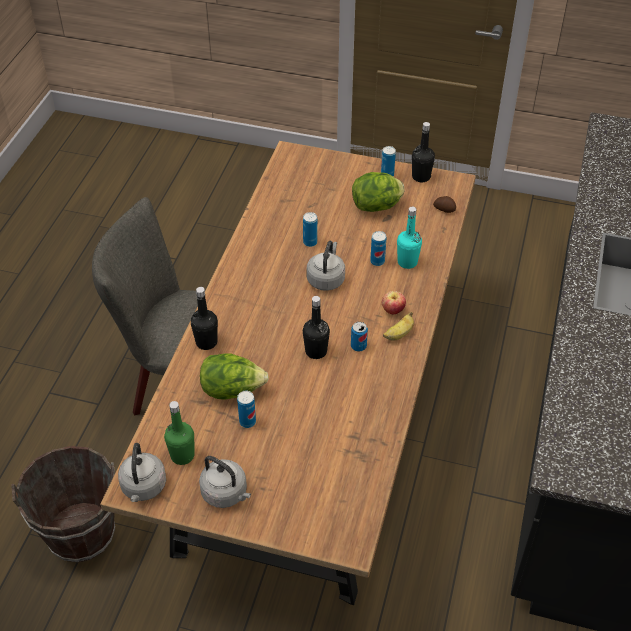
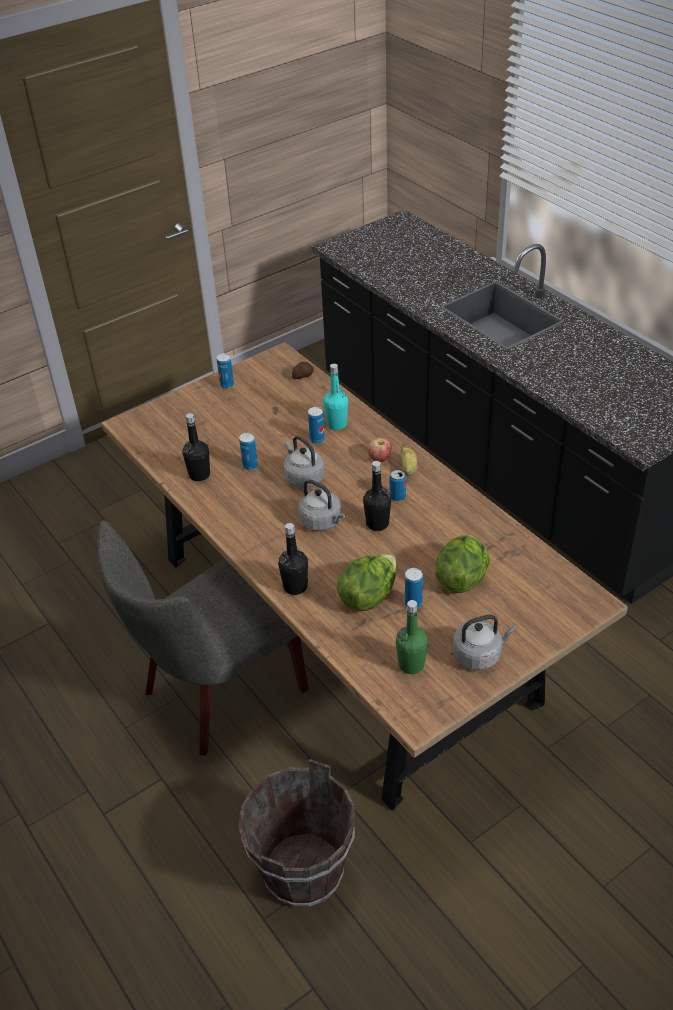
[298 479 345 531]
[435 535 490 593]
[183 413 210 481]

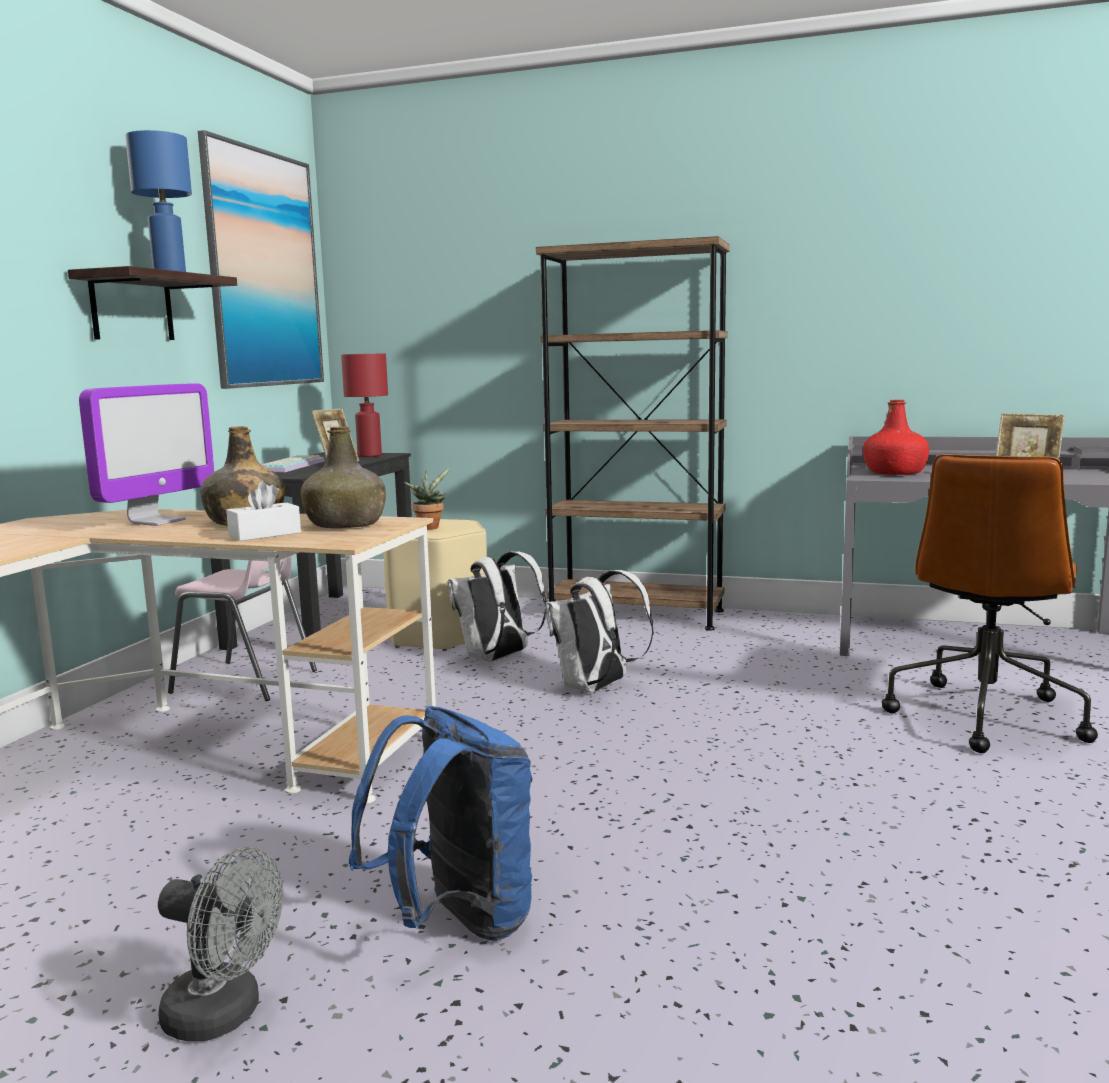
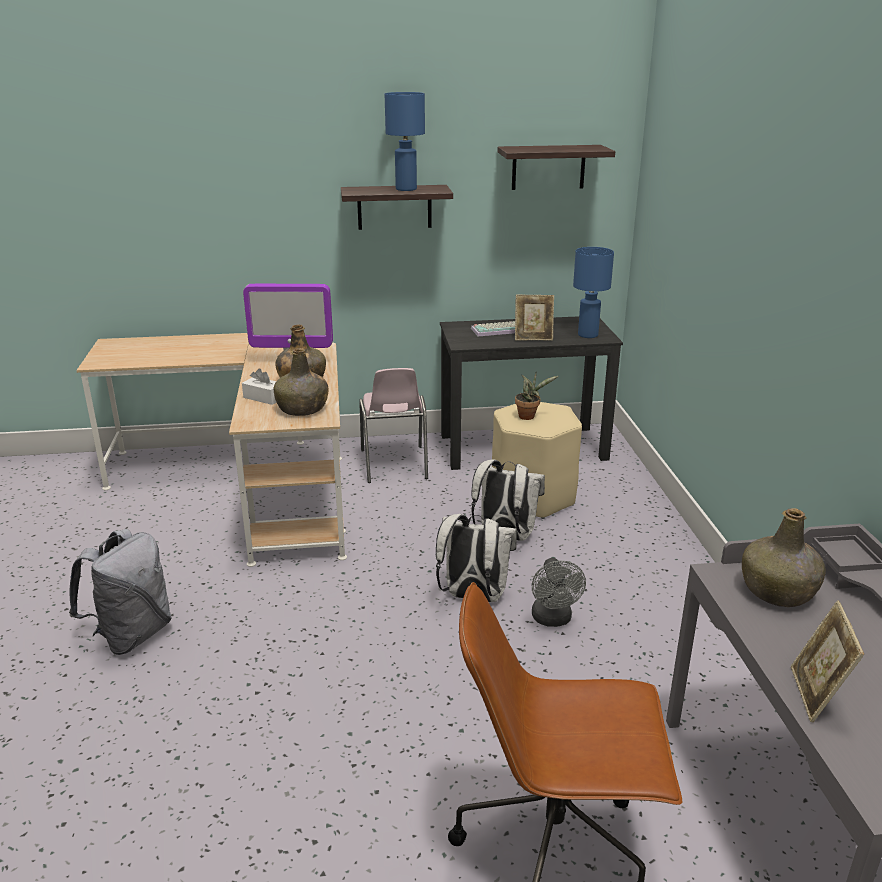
[532 558 586 627]
[497 145 615 190]
[573 247 614 338]
[69 529 172 655]
[536 236 730 631] (first image)
[742 508 826 607]

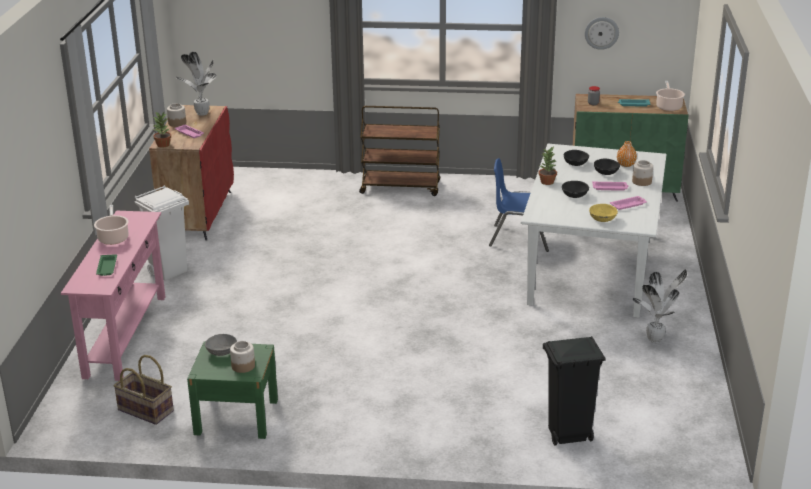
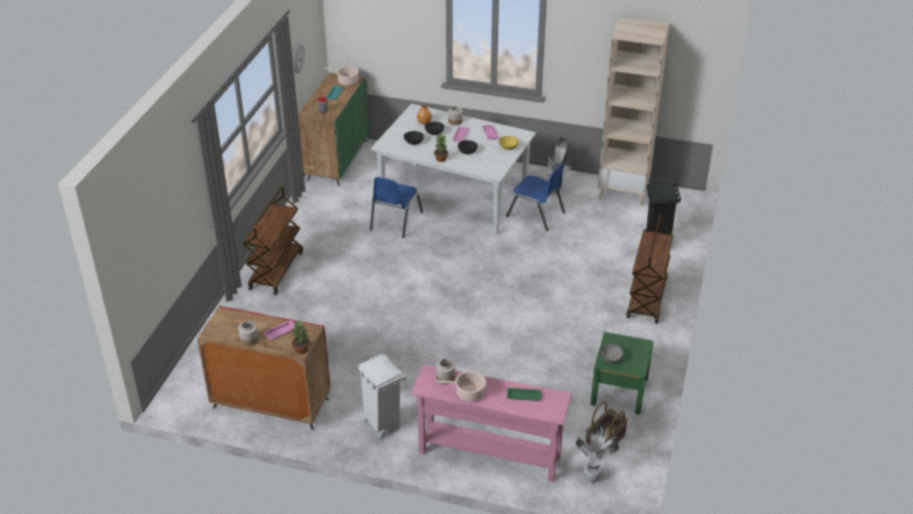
[576 425 619 483]
[436 359 455 385]
[506 163 565 231]
[598 17 670 206]
[627 214 673 323]

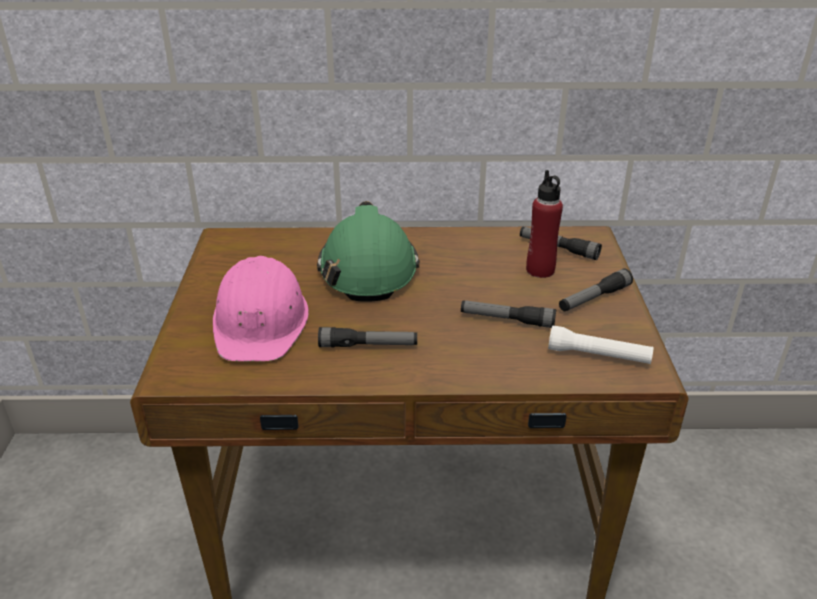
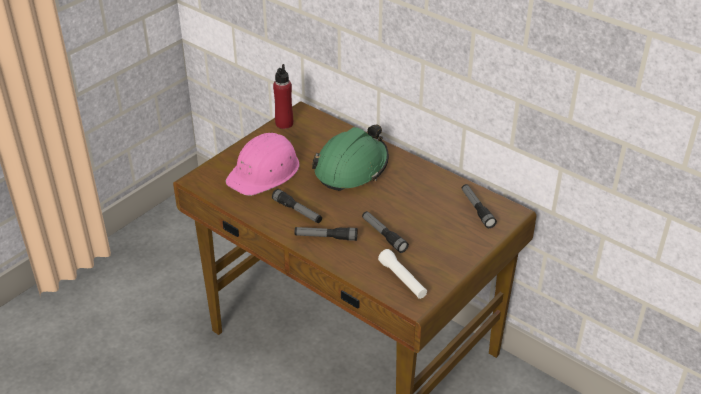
[273 64 293 129]
[295 227 358 241]

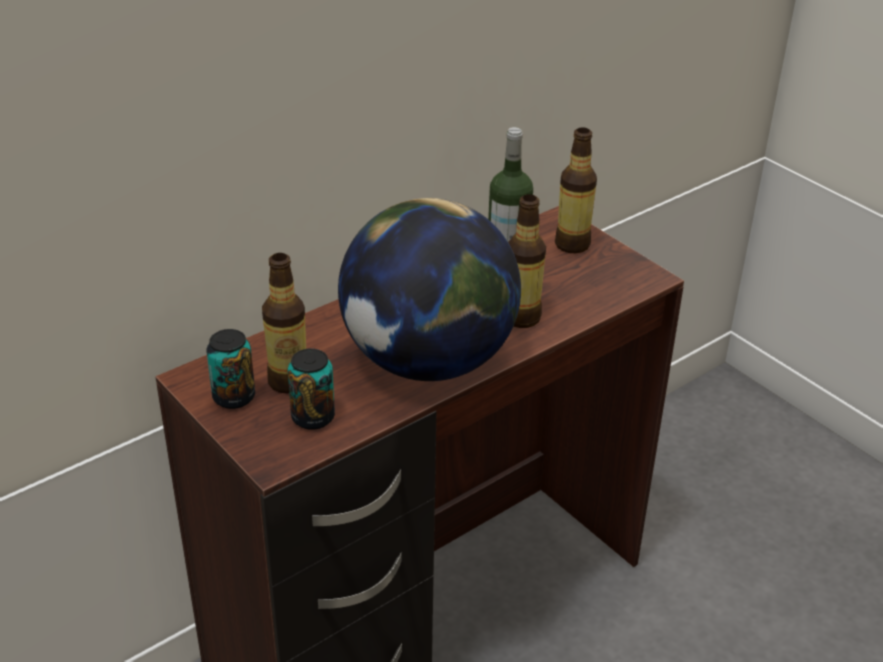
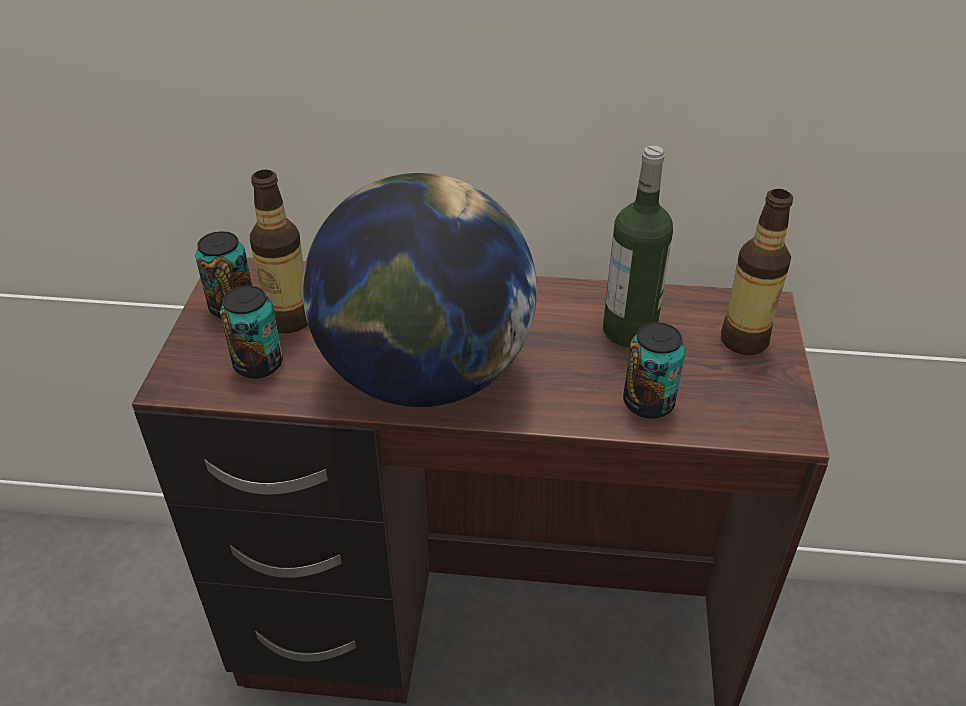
[508 194 546 328] (first image)
[623 322 686 419]

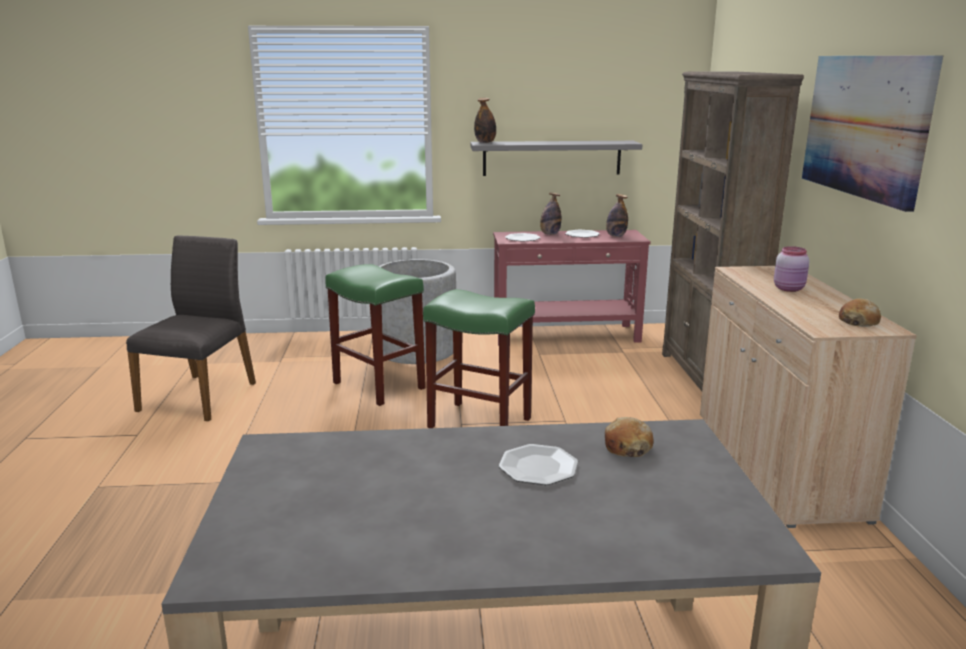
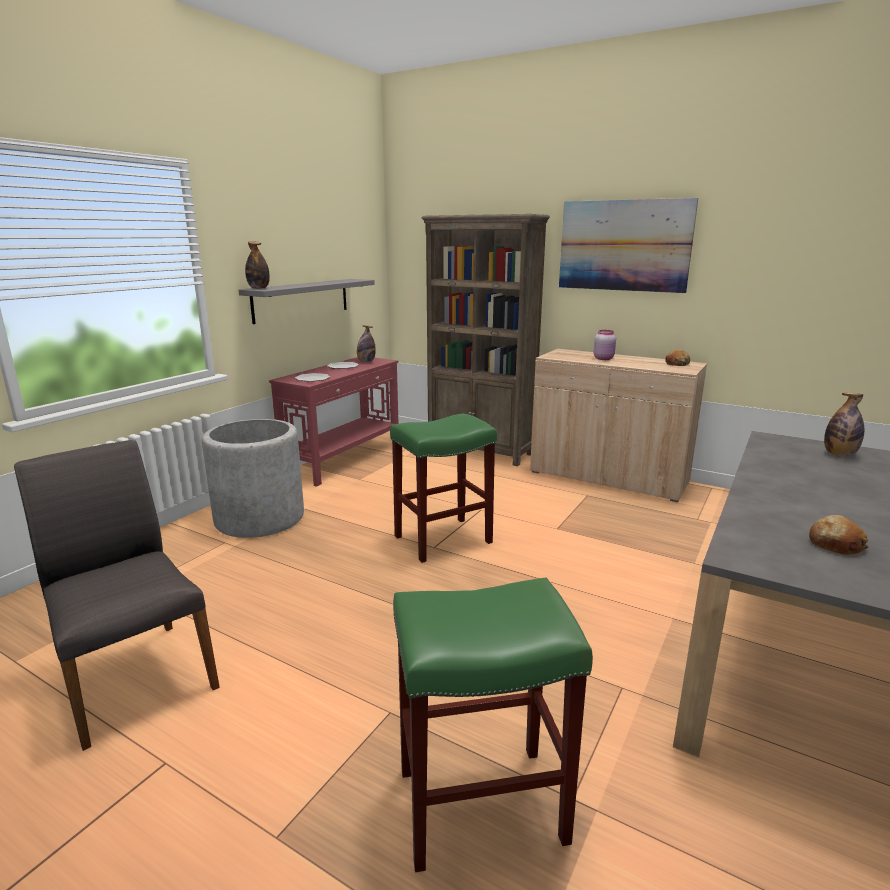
[393 577 593 872]
[499 444 578 485] (first image)
[824 393 864 456]
[809 515 869 555]

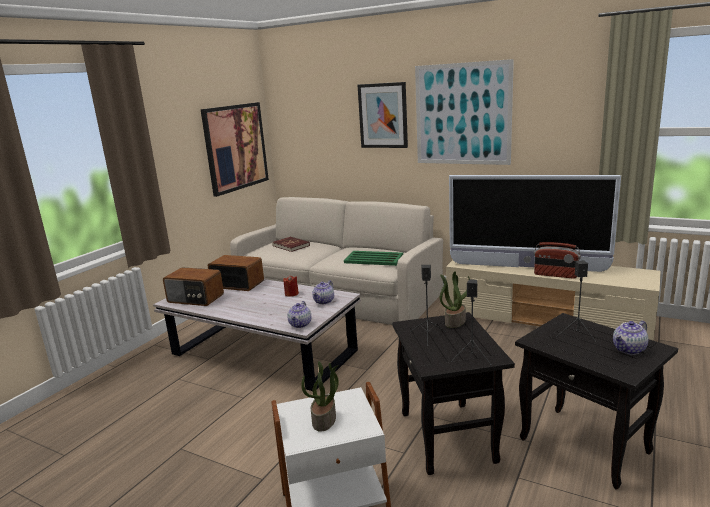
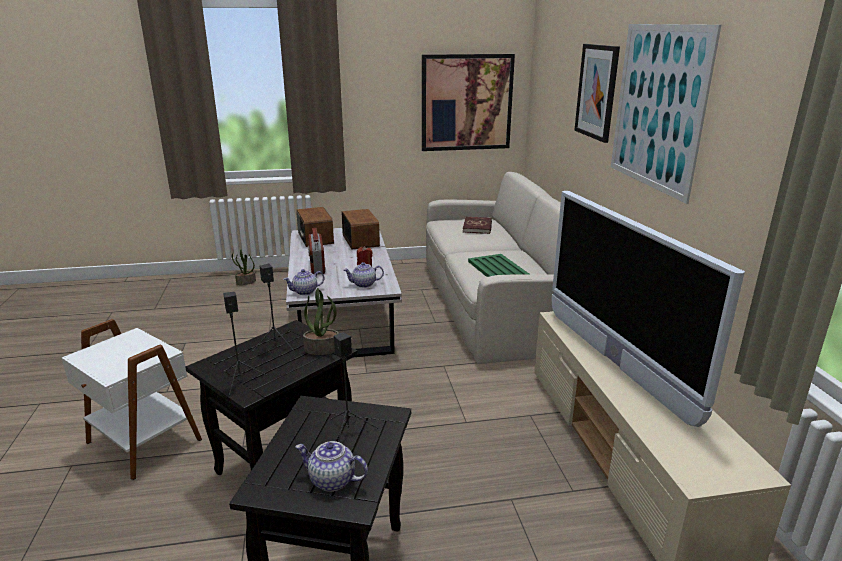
[232 249 256 285]
[308 228 325 275]

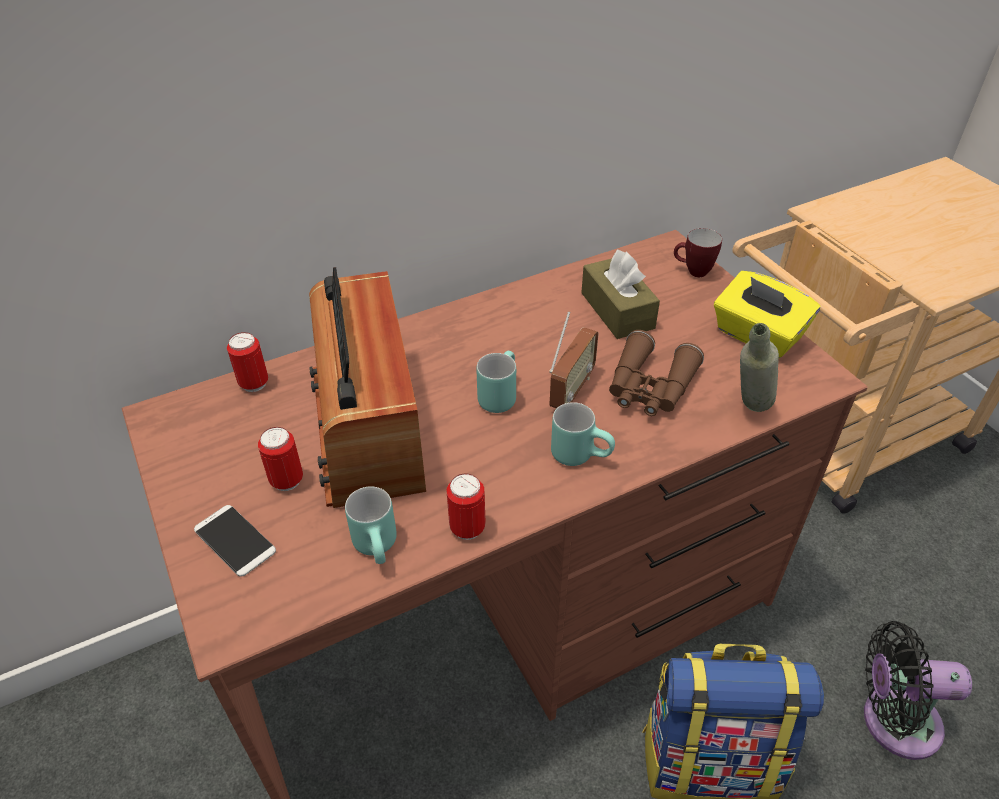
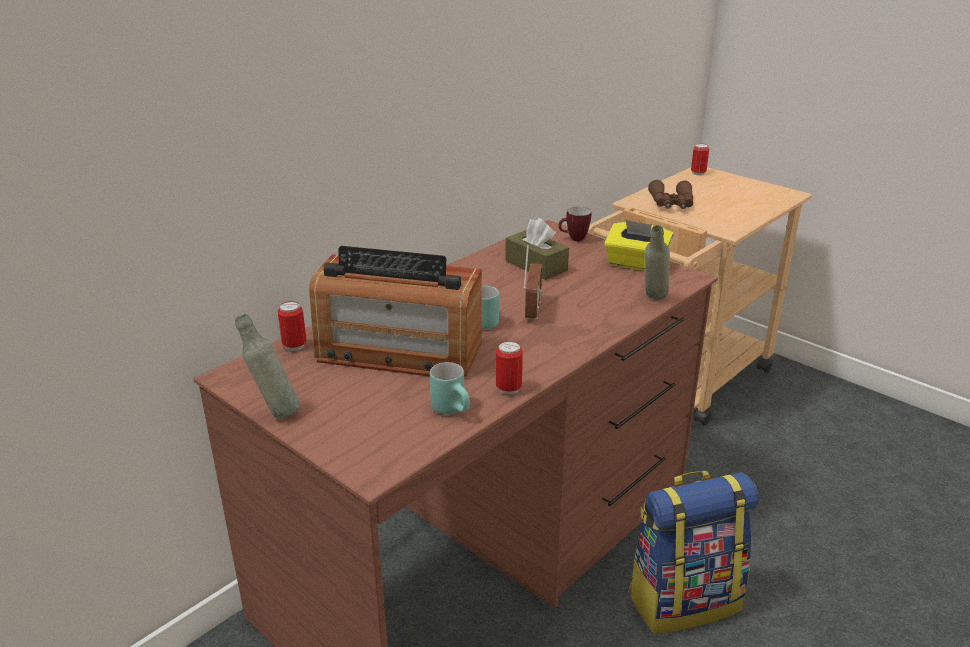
[194 505 276 577] (first image)
[691 143 709 176]
[309 246 482 376]
[551 402 615 466] (first image)
[648 180 693 209]
[864 621 972 760] (first image)
[235 314 300 419]

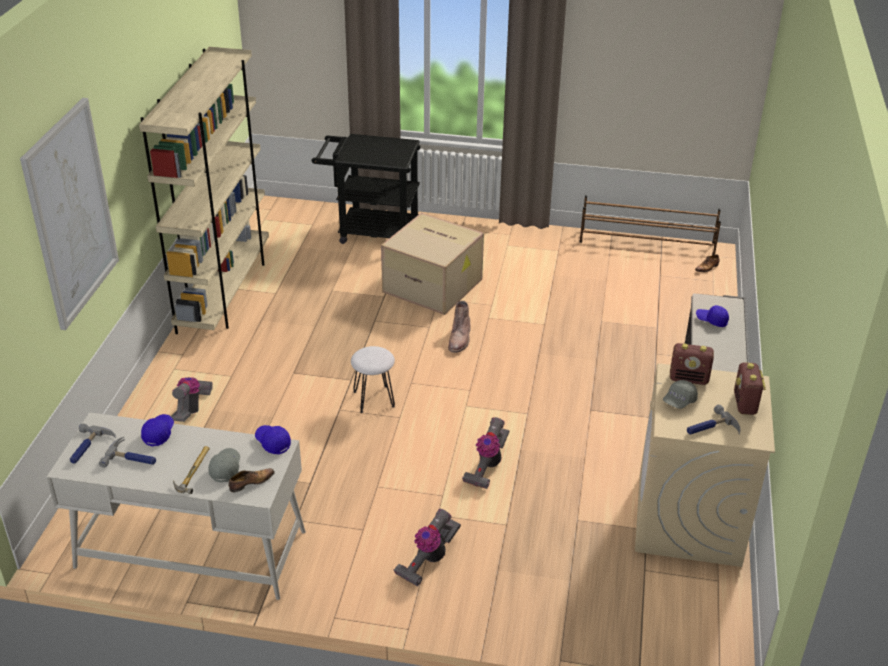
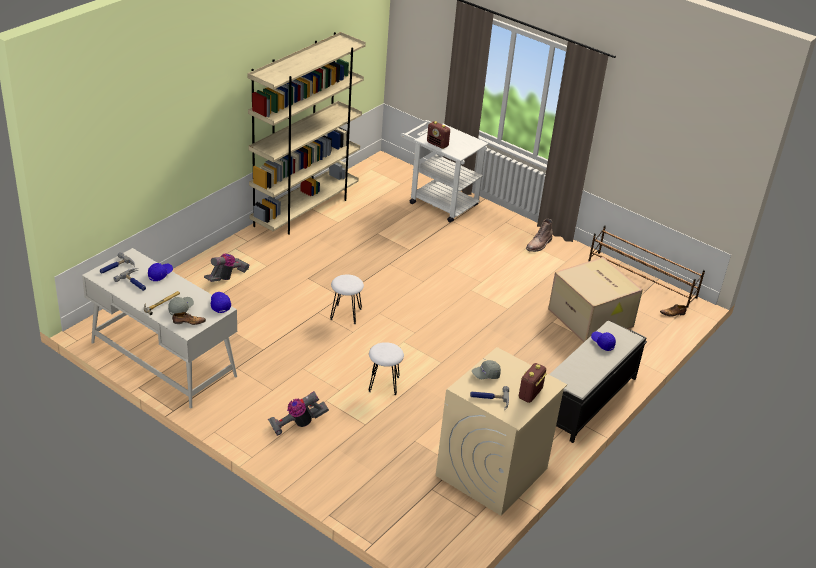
[20 98 119 330] (first image)
[401 120 488 223]
[548 257 643 342]
[526 219 553 252]
[368 342 404 395]
[427 121 450 149]

